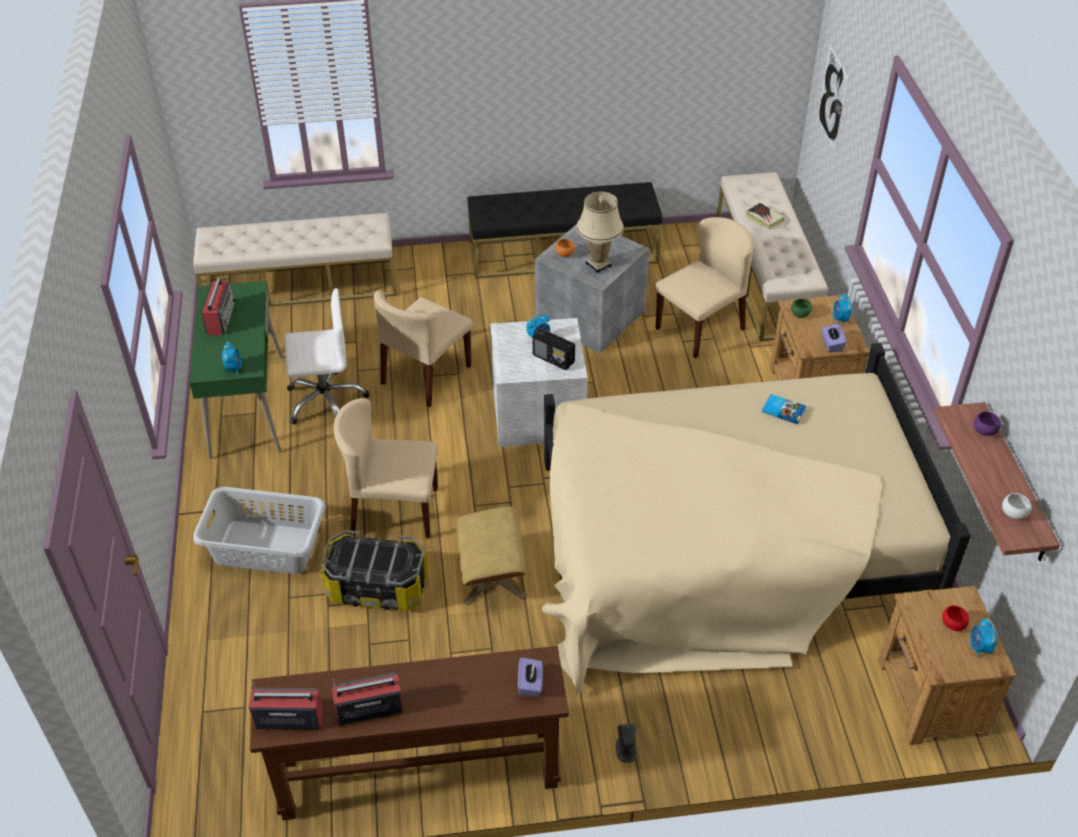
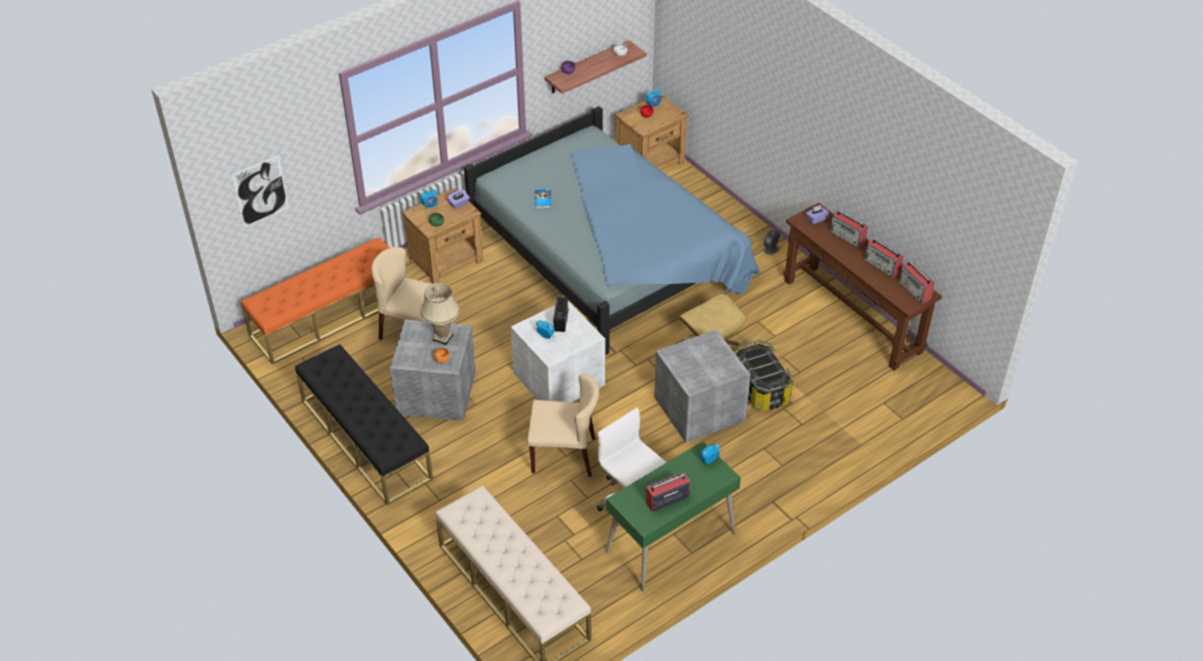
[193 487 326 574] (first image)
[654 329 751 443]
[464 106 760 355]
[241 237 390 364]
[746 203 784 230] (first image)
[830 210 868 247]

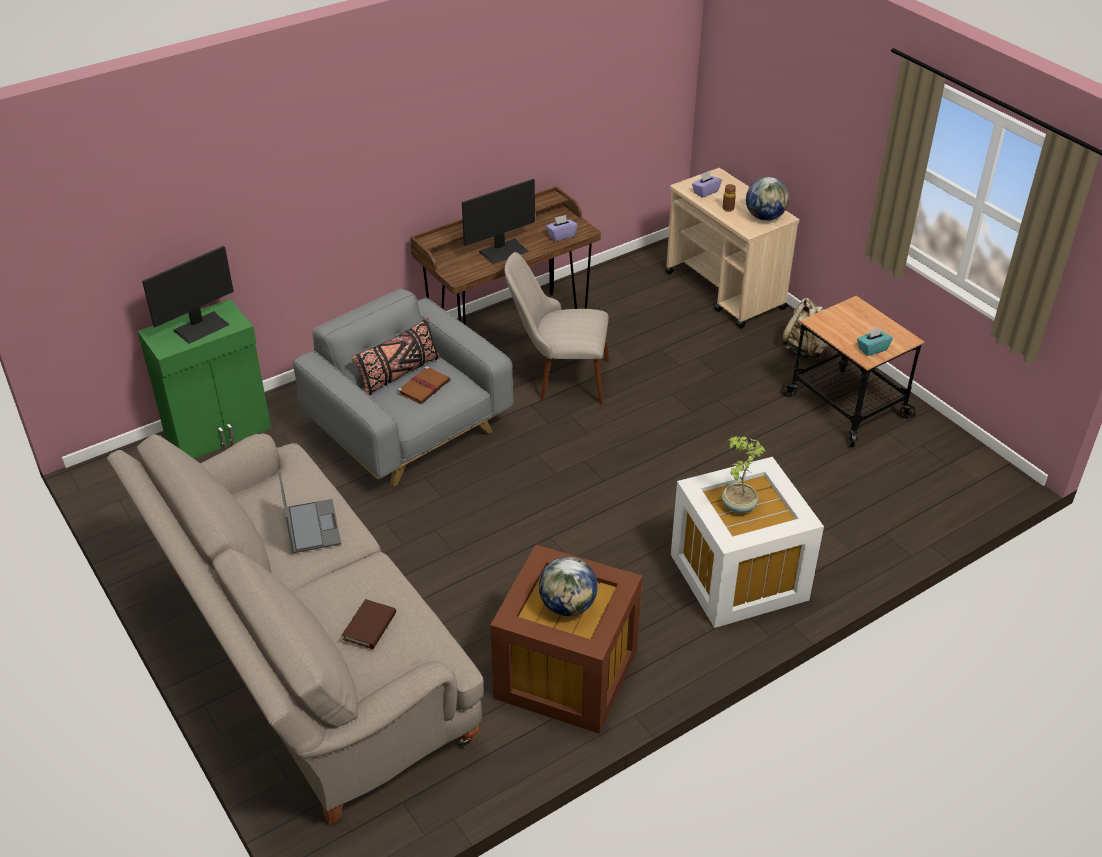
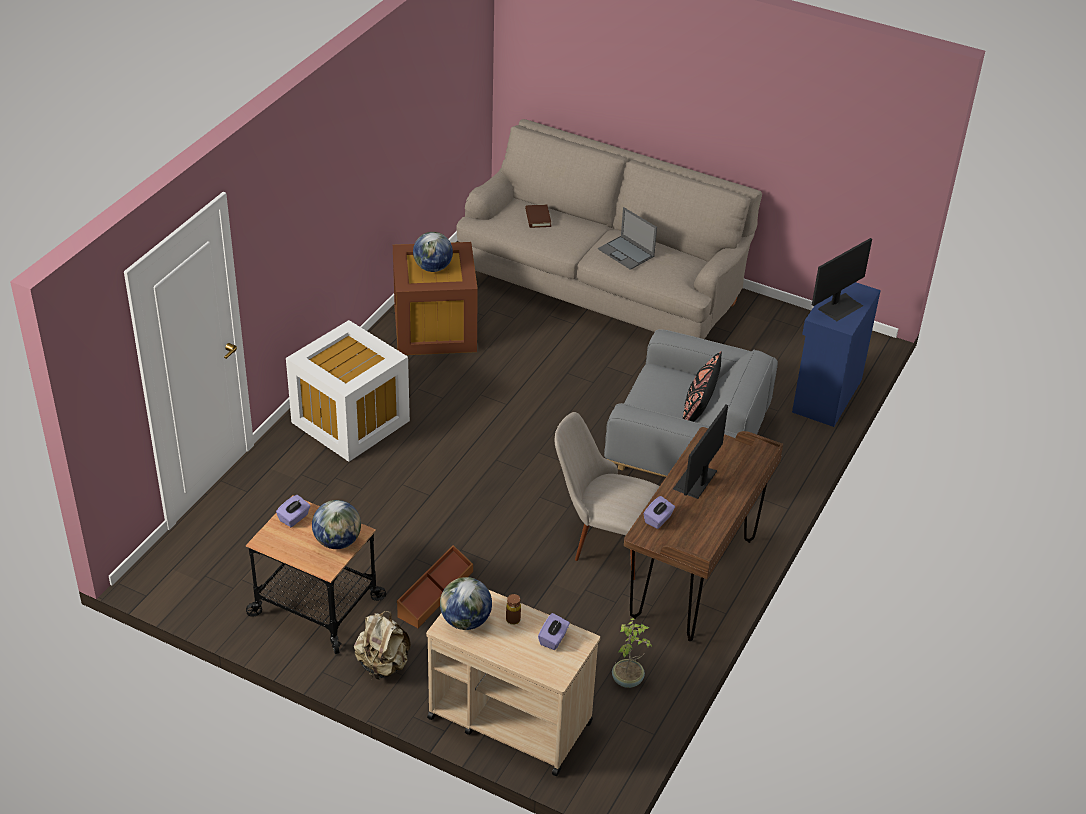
[792 282 881 427]
[812 238 872 321]
[397 366 450 404] (first image)
[555 412 660 580]
[612 618 652 688]
[276 495 310 527]
[312 500 361 549]
[397 545 473 628]

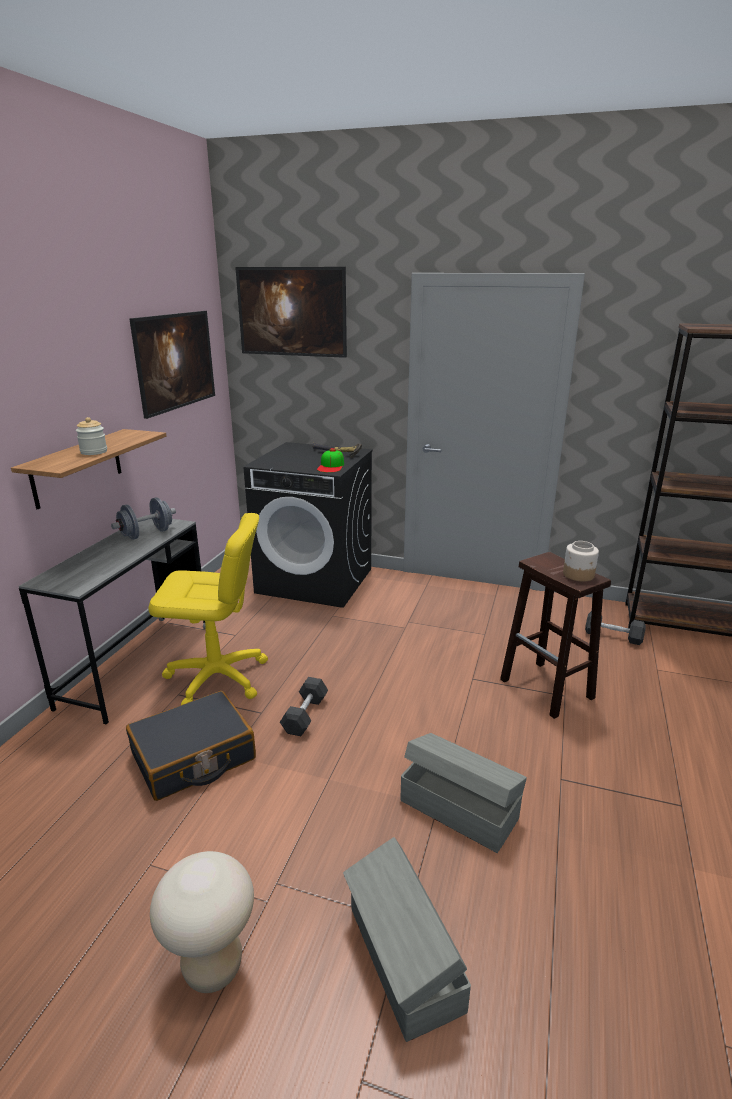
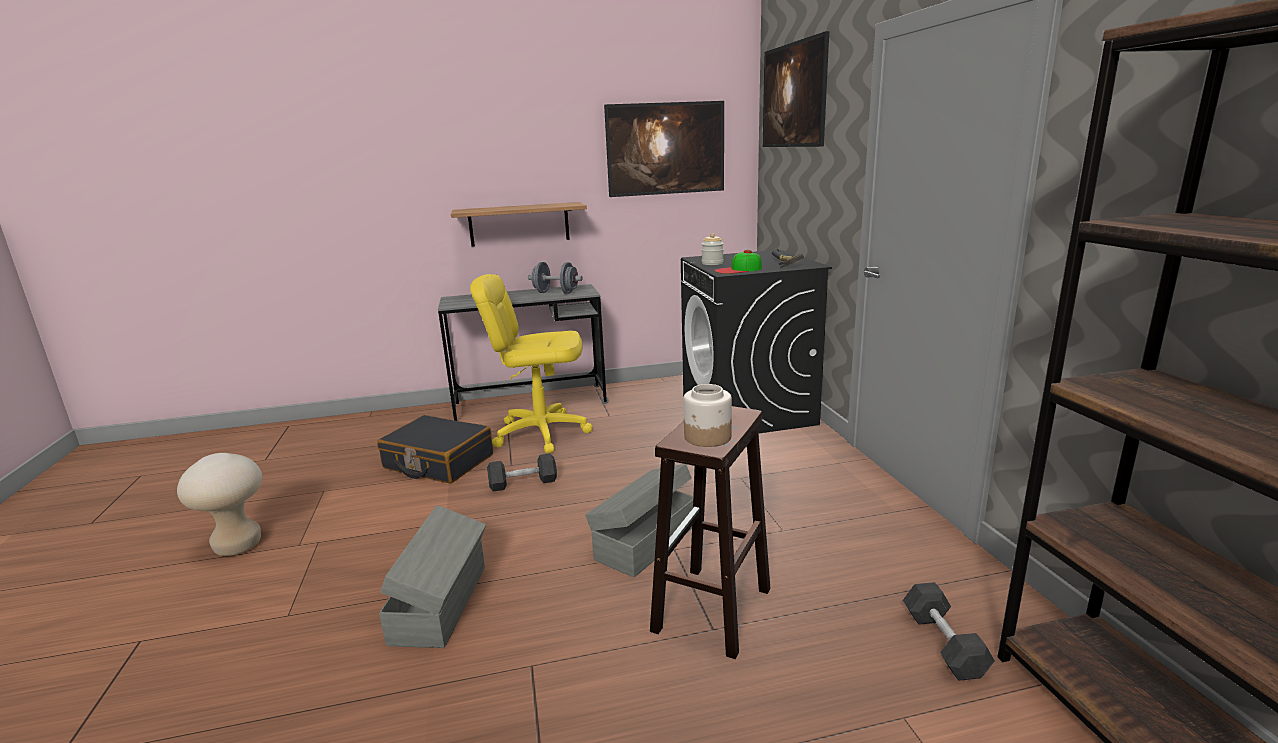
[702 233 724 265]
[470 274 592 453]
[585 464 693 578]

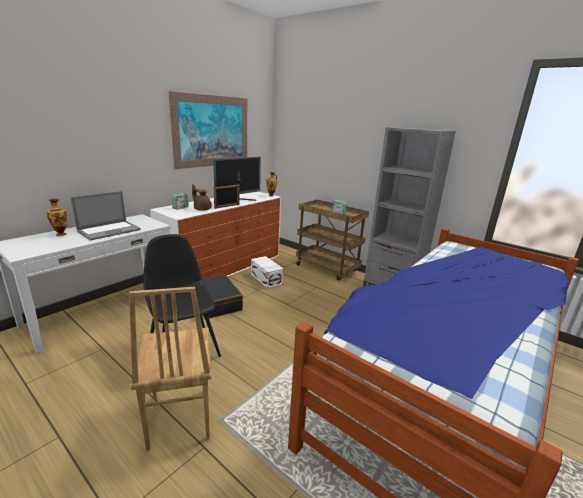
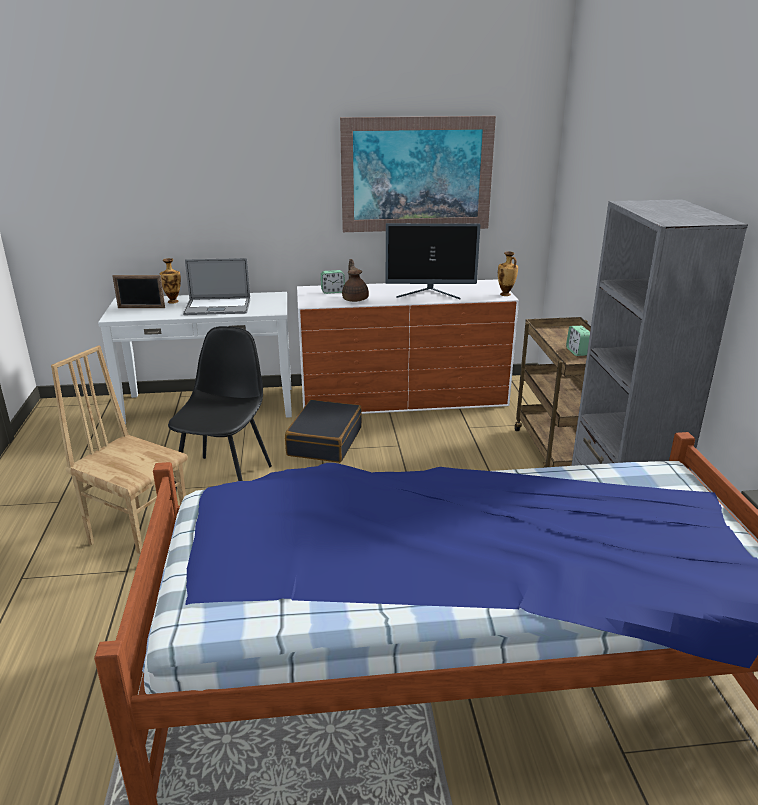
[51 345 188 560]
[113 275 165 308]
[251 256 284 289] (first image)

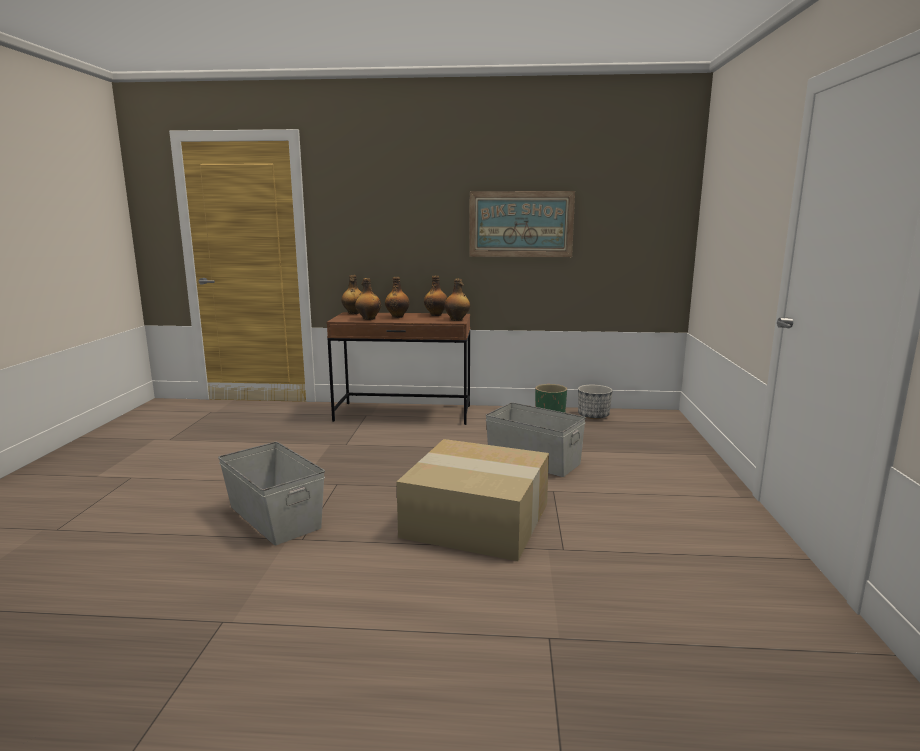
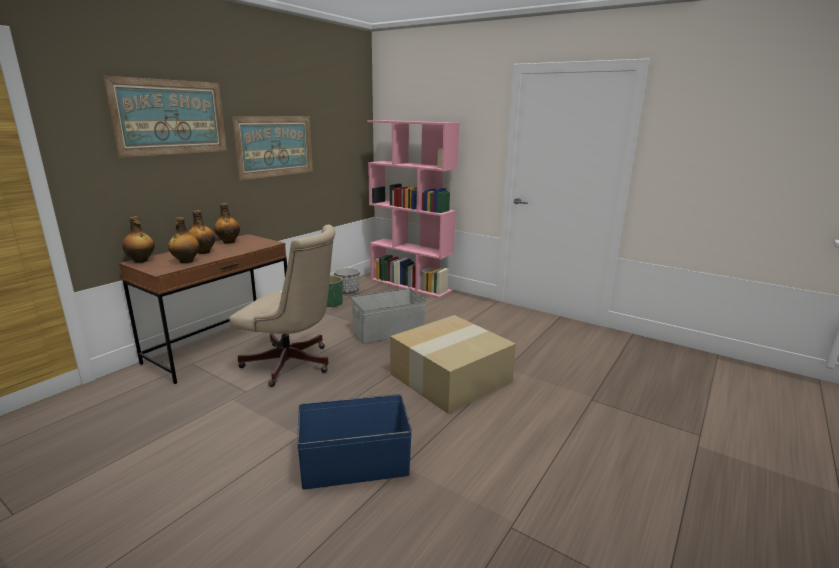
[297 394 412 490]
[444 279 470 321] (first image)
[103 76 227 157]
[229 225 335 387]
[367 120 459 298]

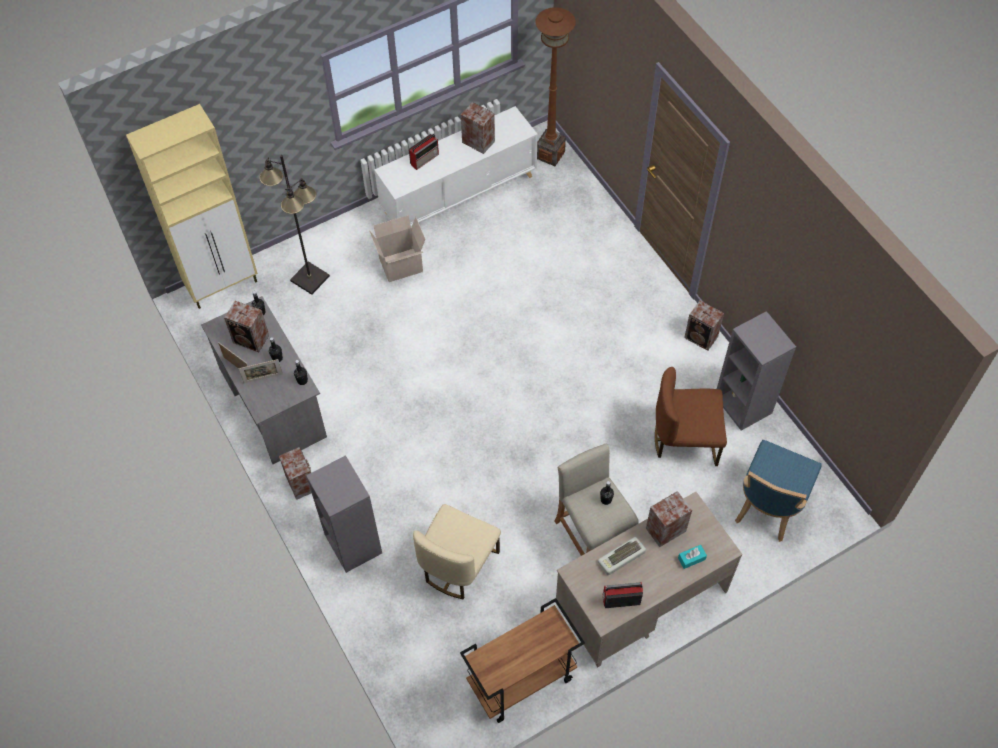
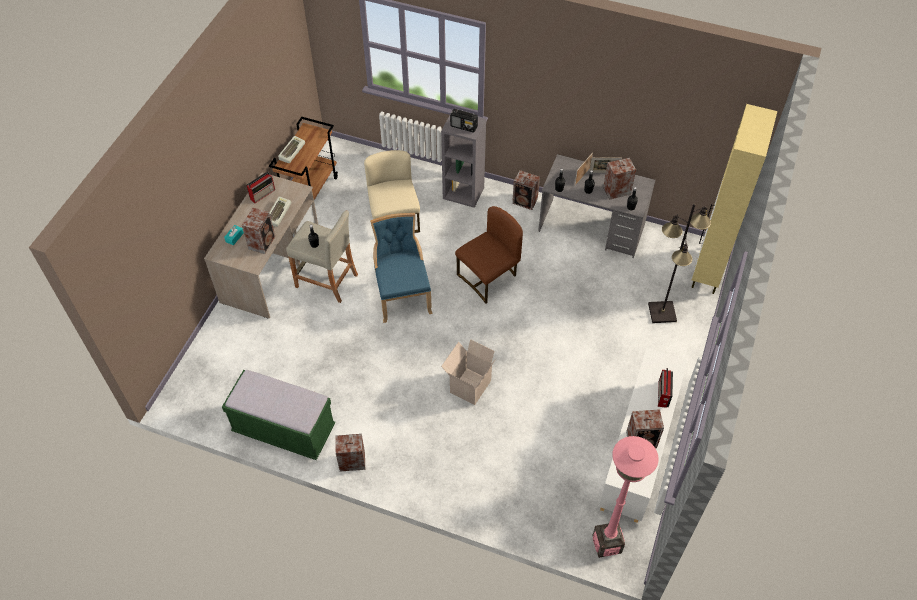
[441 339 496 405]
[592 436 659 558]
[455 206 523 304]
[222 370 335 460]
[370 213 433 323]
[278 136 305 163]
[450 109 478 133]

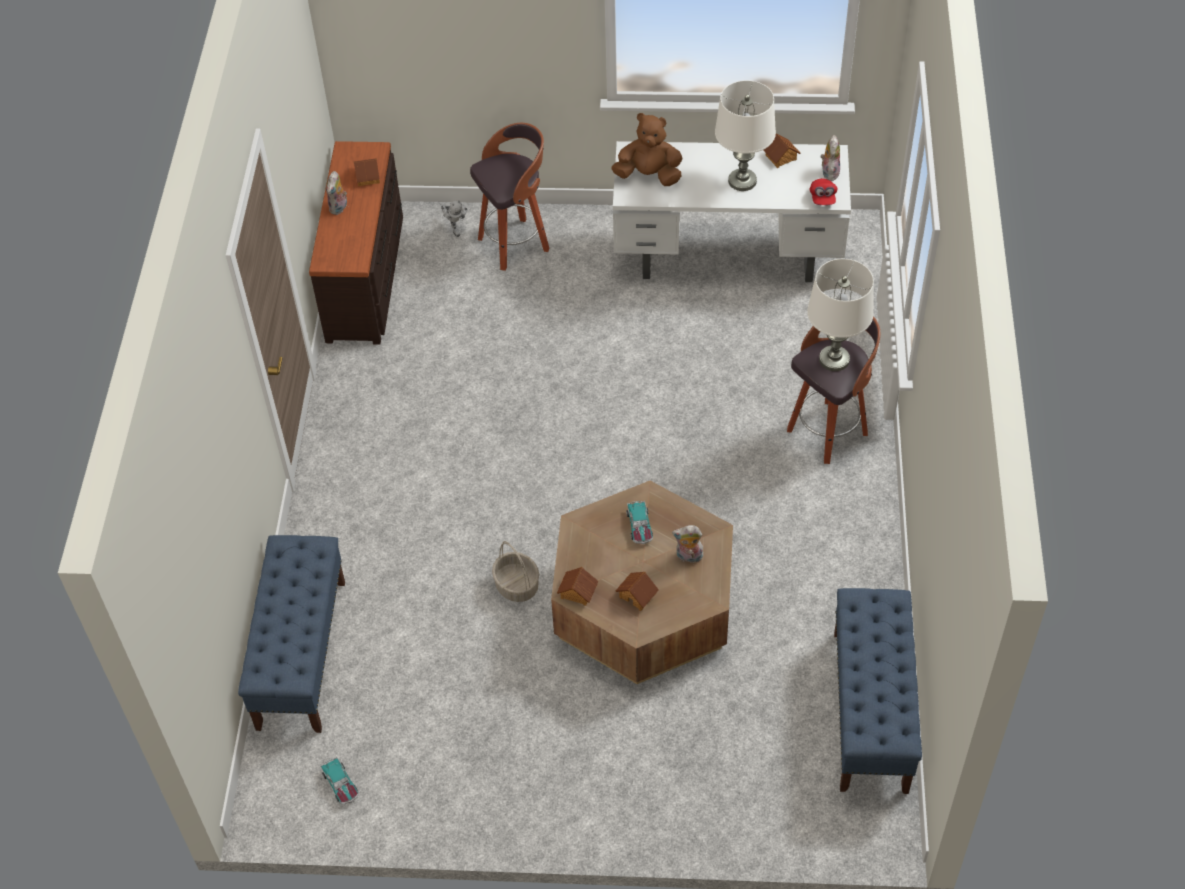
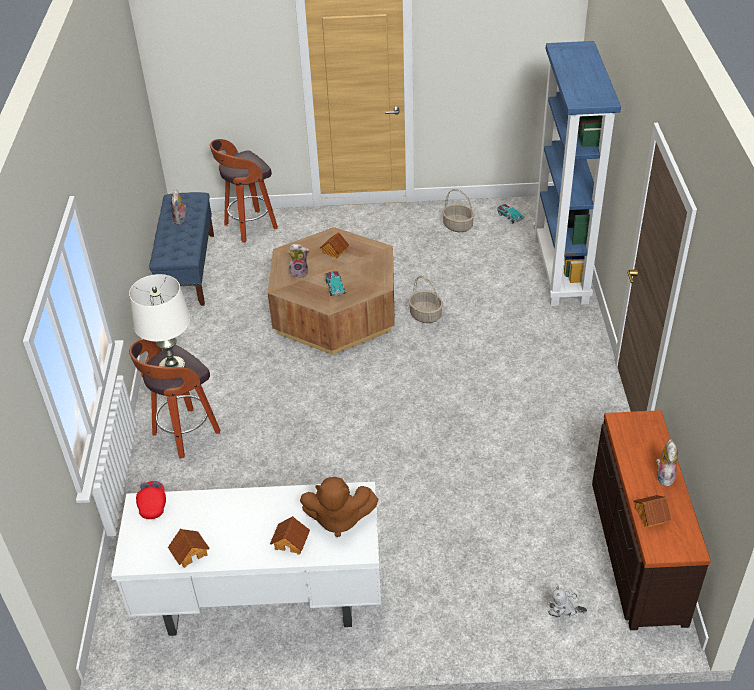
[533 41 621 306]
[547 586 587 617]
[210 139 278 243]
[270 516 310 555]
[715 80 776 191] (first image)
[171 189 186 225]
[442 189 475 232]

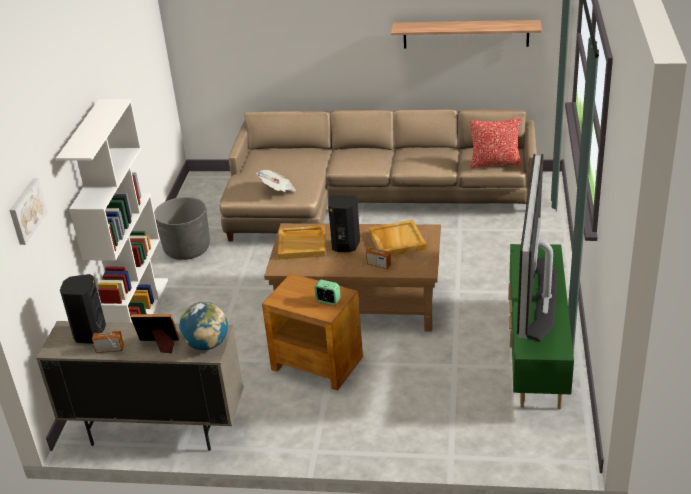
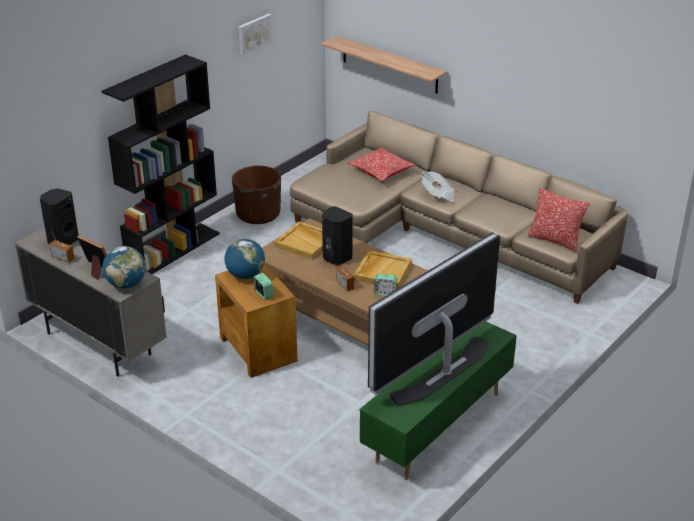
[238 14 273 55]
[102 54 220 274]
[232 166 281 224]
[421 171 455 202]
[321 36 447 94]
[224 239 265 279]
[348 148 415 181]
[374 274 397 296]

